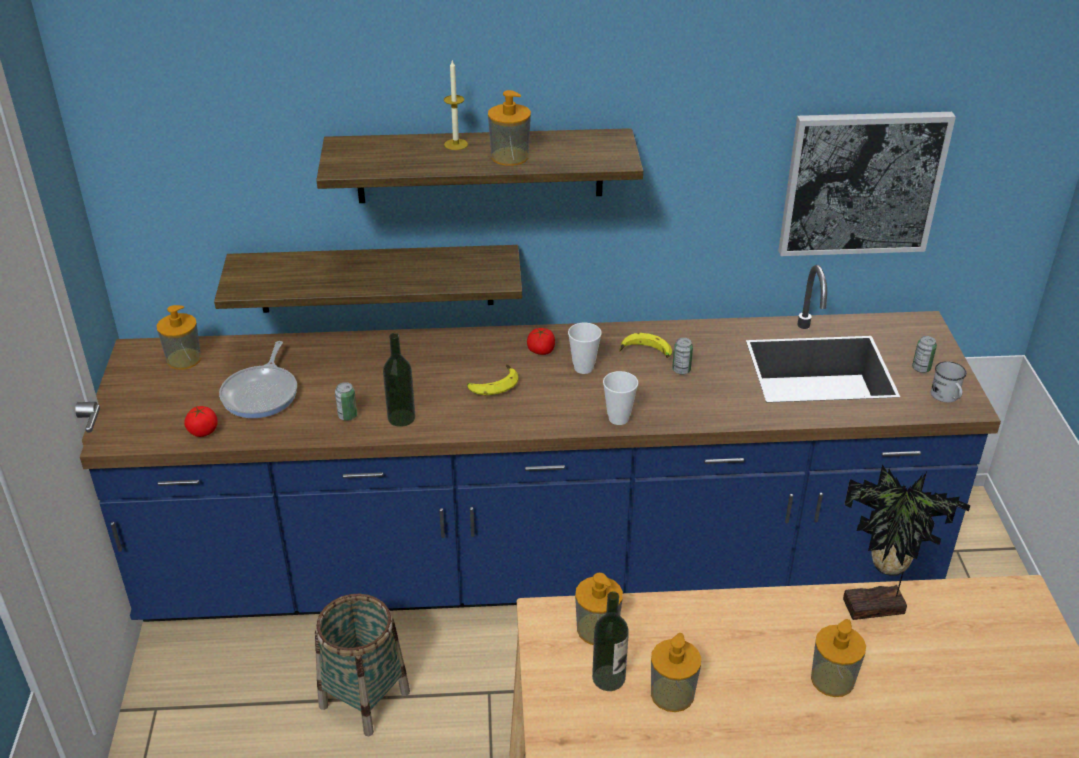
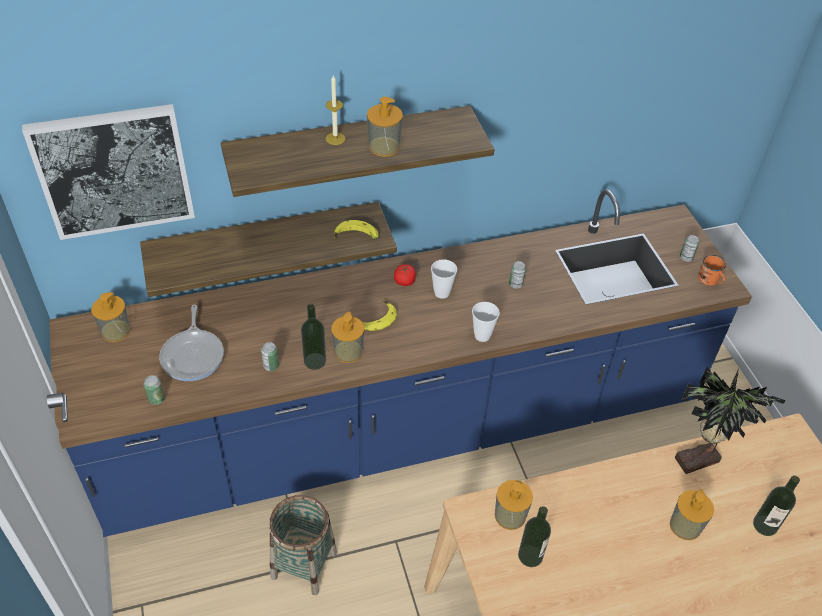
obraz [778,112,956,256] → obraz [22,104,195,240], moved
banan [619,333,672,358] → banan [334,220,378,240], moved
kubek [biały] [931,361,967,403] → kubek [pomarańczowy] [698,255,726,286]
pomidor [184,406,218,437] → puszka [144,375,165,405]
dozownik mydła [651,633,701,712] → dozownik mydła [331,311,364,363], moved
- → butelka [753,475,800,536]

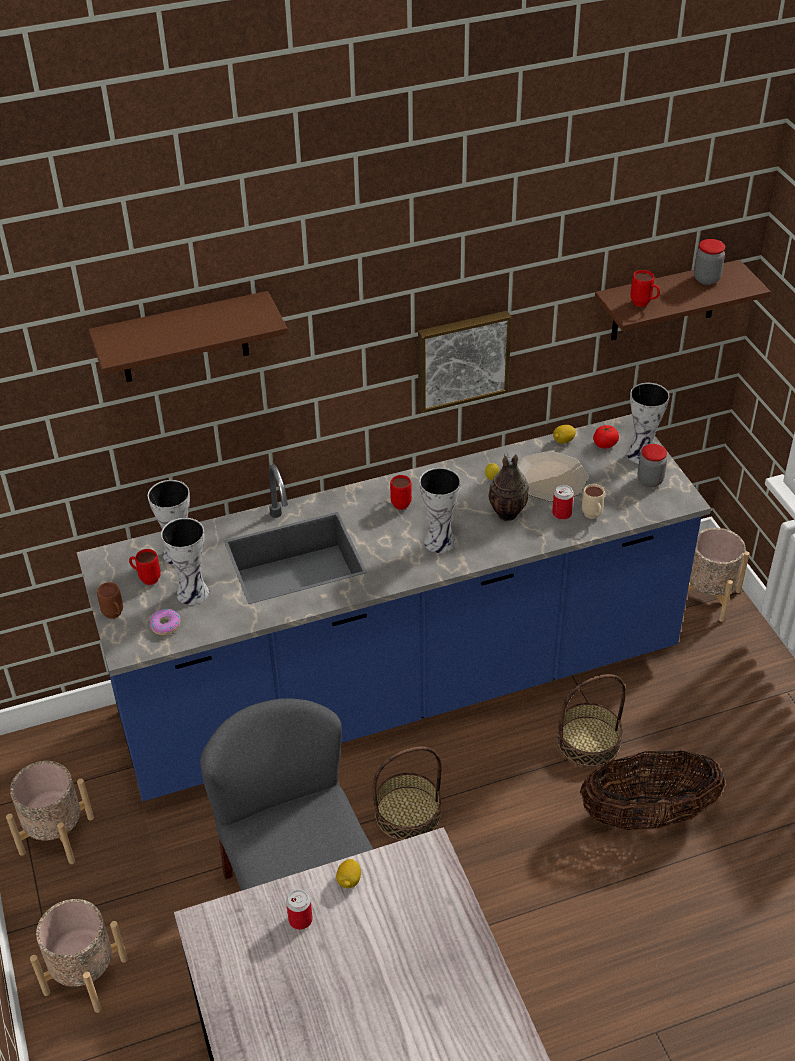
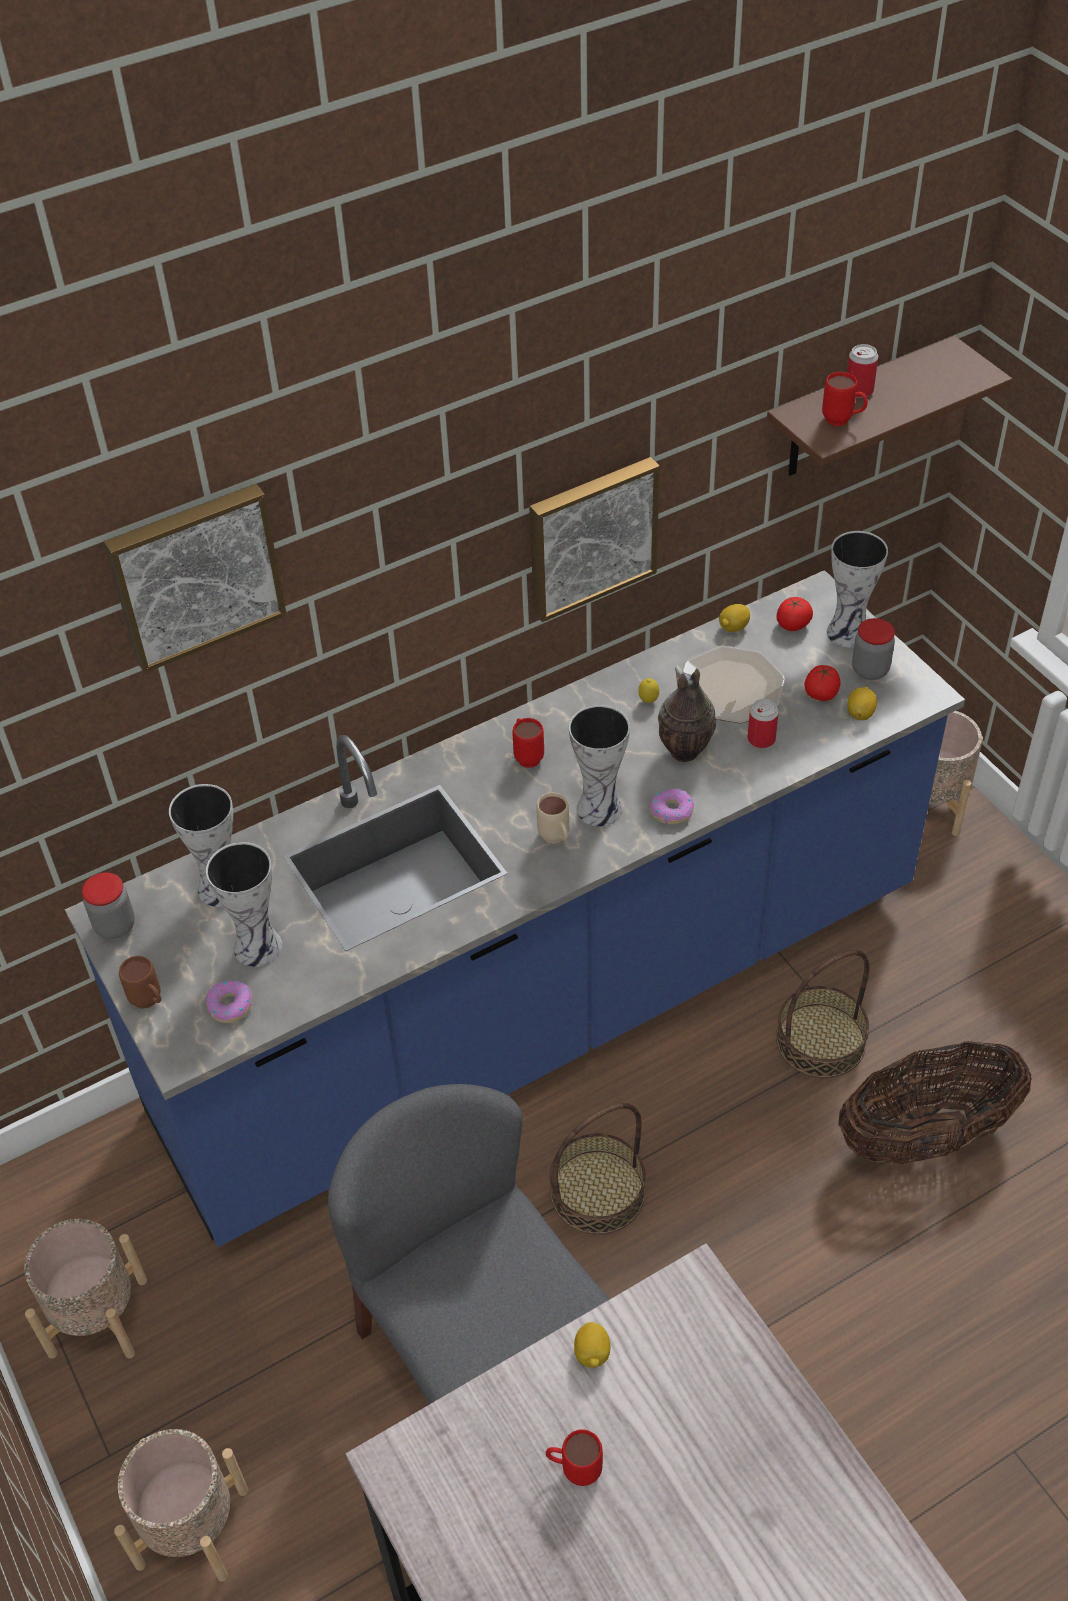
słoik [694,239,725,285] → słoik [82,872,135,939], moved
półka [brązowy] [88,291,288,382] → obraz [104,484,287,673]
kubek [beżowy] [582,484,605,519] → kubek [beżowy] [536,793,569,844], moved
kubek [czerwony] [129,549,161,585] → kubek [czerwony] [545,1429,603,1486], moved
puszka [286,889,313,930] → puszka [847,344,878,398], moved
- → pomidor [805,665,840,701]
- → cytryna [847,687,877,720]
- → donut [650,788,694,825]

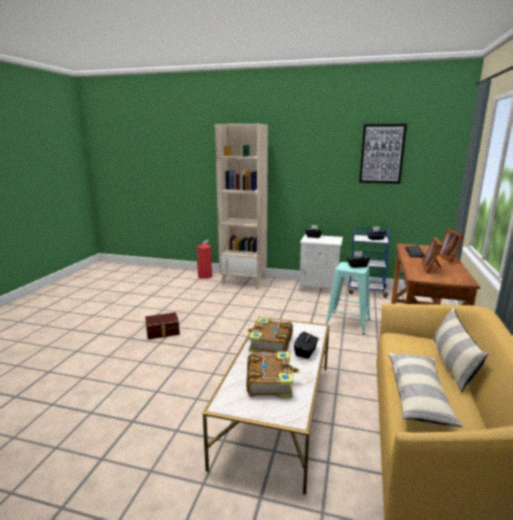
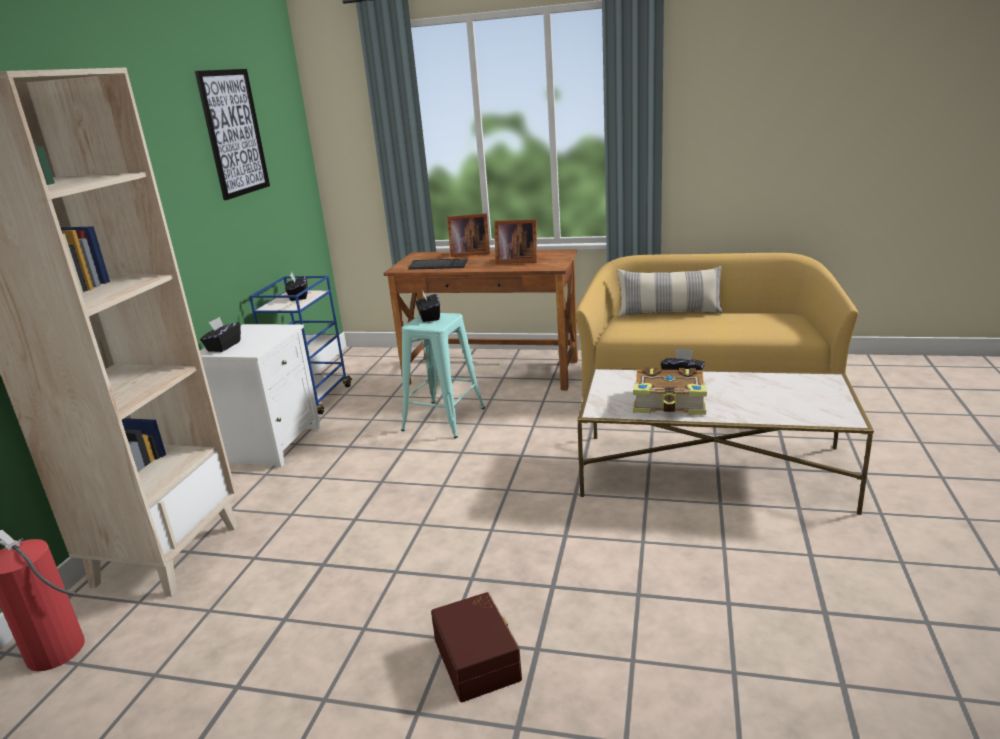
książka [247,352,300,398] → -
poduszka [388,353,463,427] → -

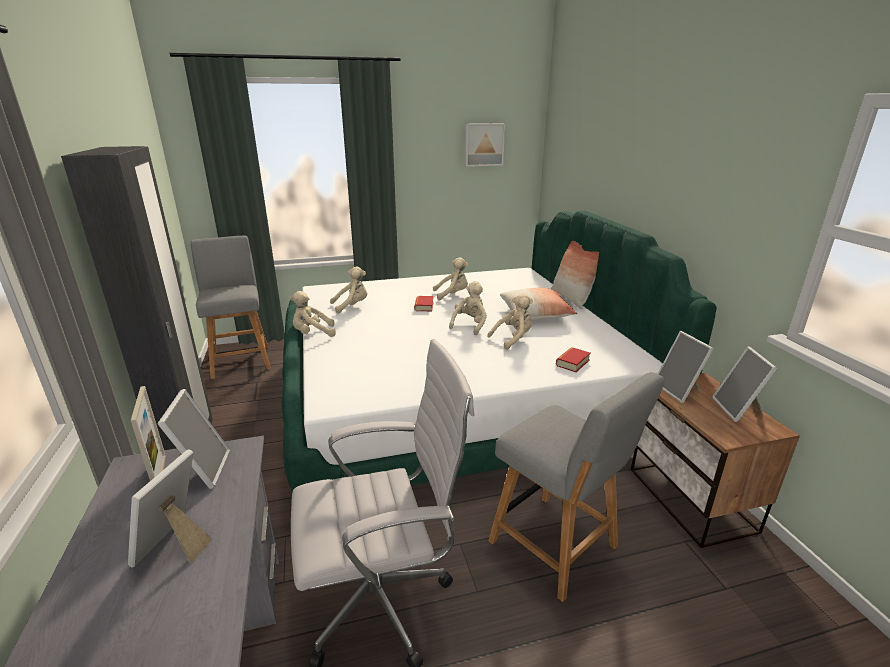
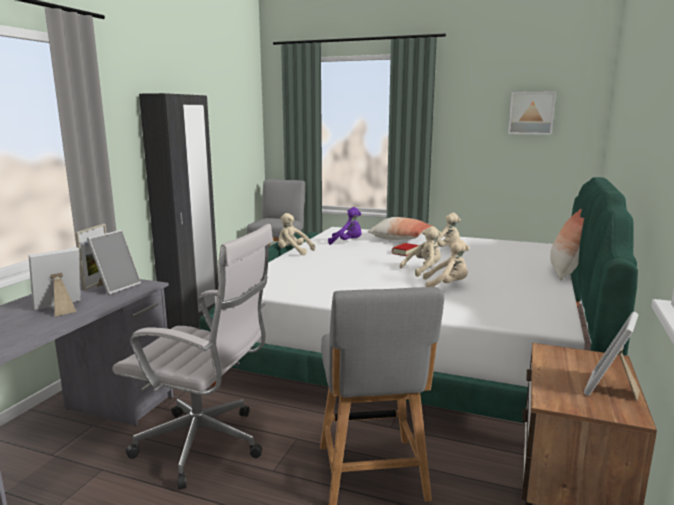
pluszak [beżowy] [330,266,367,314] → pluszak [fioletowy] [328,207,362,245]
poduszka [500,288,577,321] → poduszka [368,217,432,240], moved
ramka na zdjęcie [657,331,714,403] → -
książka [556,347,591,372] → -

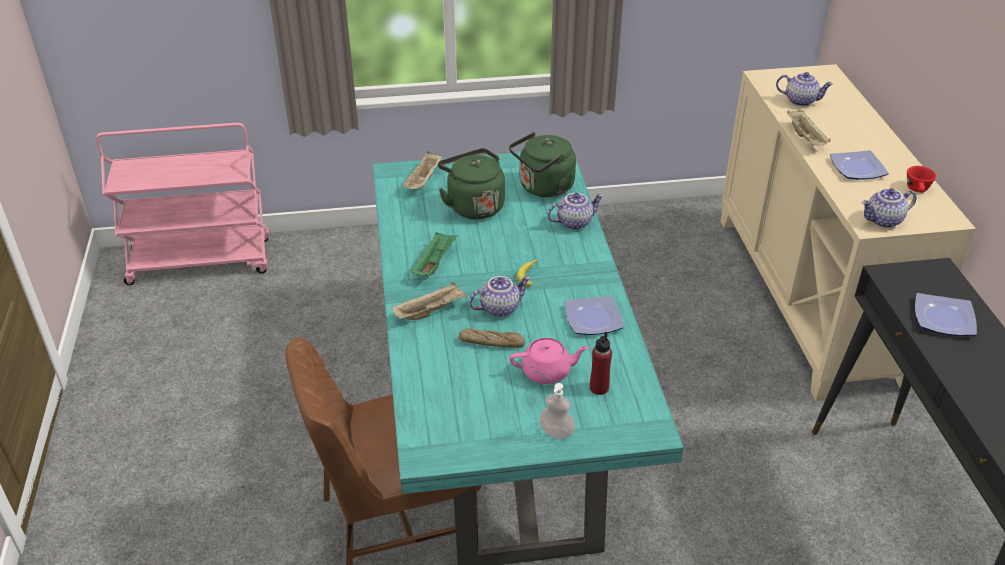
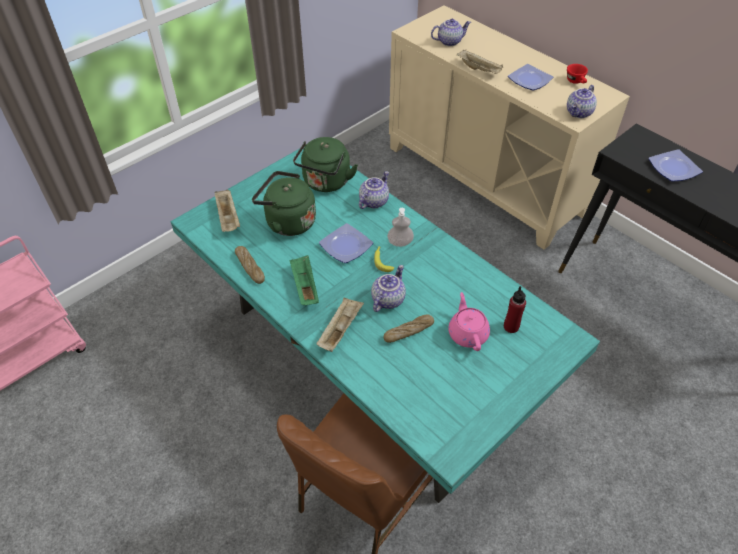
talerz [564,296,624,335] → talerz [319,223,373,263], moved
imbryk [różowy] [509,338,589,384] → imbryk [różowy] [448,292,490,351], 60 degrees counterclockwise
dozownik mydła [539,383,575,439] → dozownik mydła [387,208,414,247], moved
- → chleb [235,246,265,284]

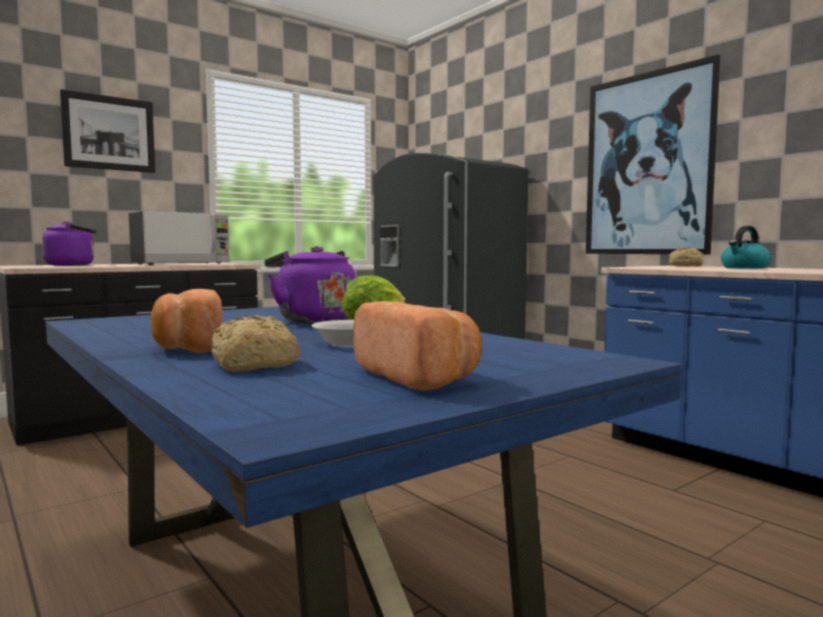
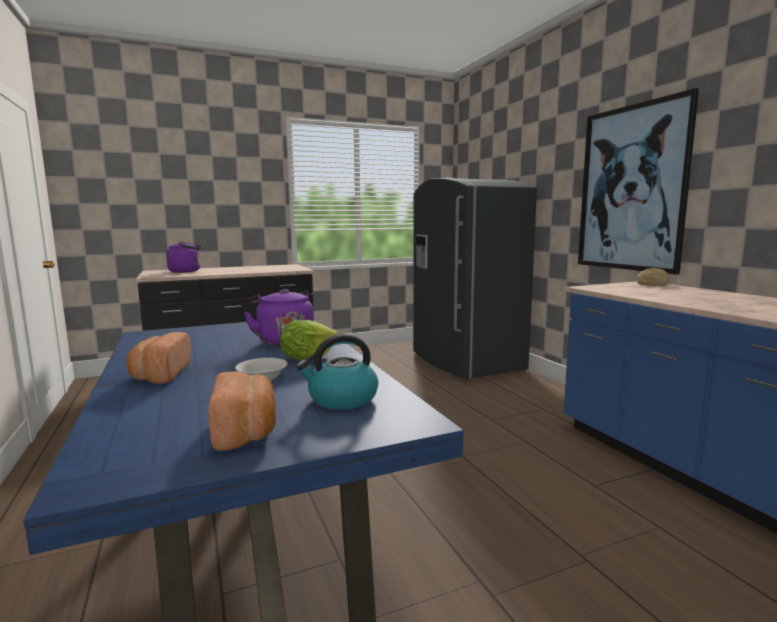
obraz [60,89,155,173] → -
mikrofalówka [129,211,230,265] → -
czajnik [721,226,771,269] → czajnik [296,334,378,410], moved
chleb [211,315,301,372] → -

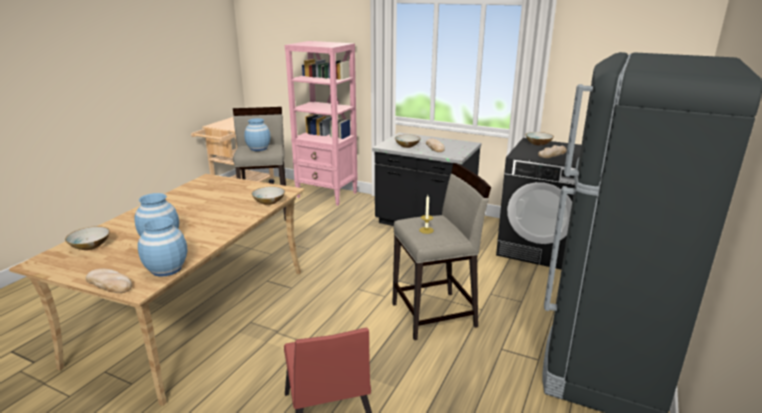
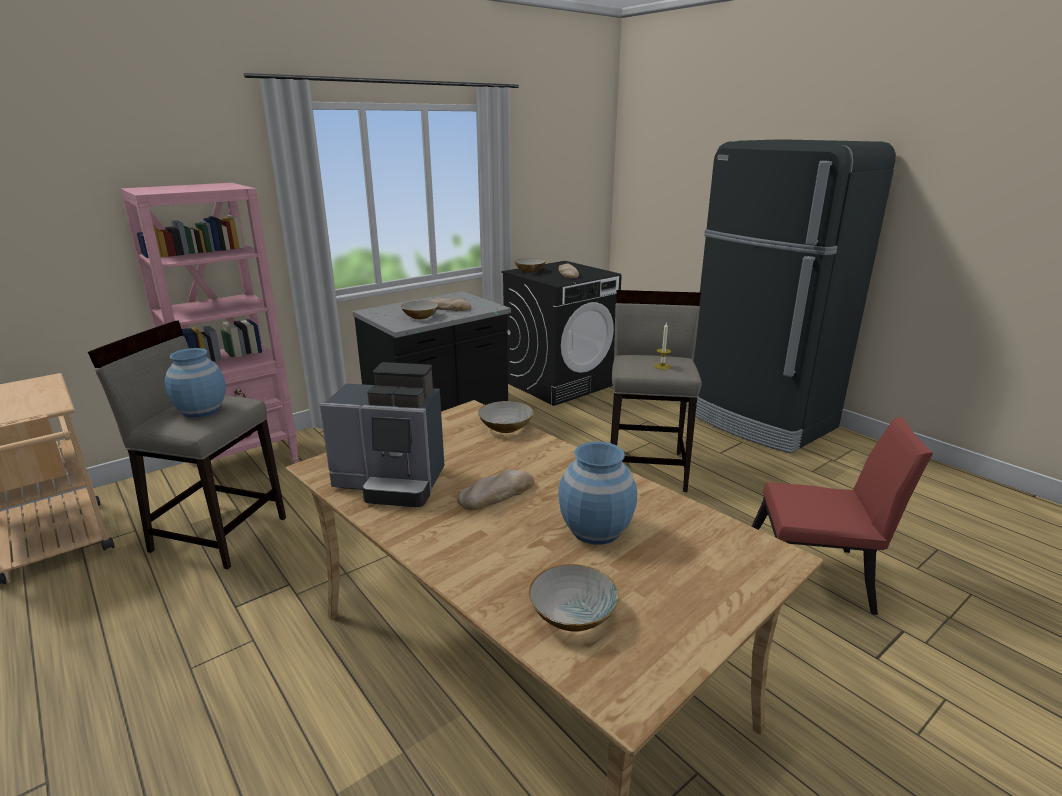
wazon [niebieski] [138,217,187,277] → -
chleb [86,268,132,293] → chleb [457,469,534,510], moved
- → ekspres do kawy [319,362,444,507]

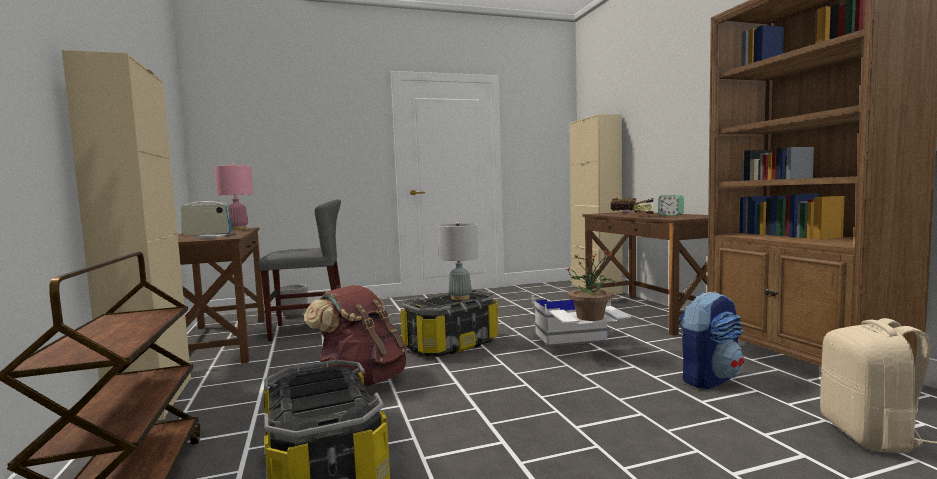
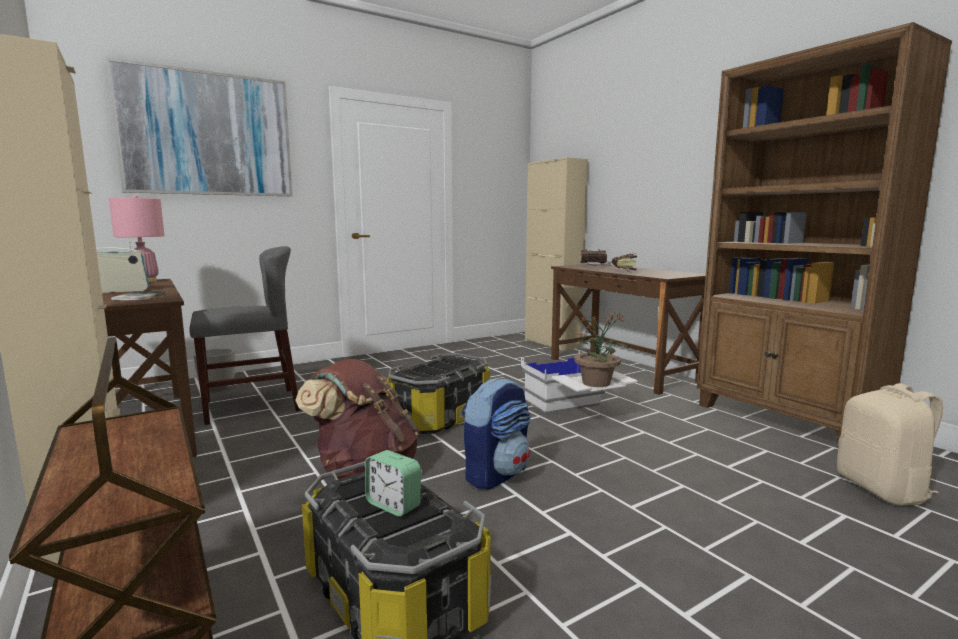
budzik [658,195,684,216] → budzik [365,450,421,516], moved
lampa stołowa [szary] [438,222,478,300] → -
plecak [678,291,744,389] → plecak [462,377,531,489], moved
- → obraz [106,57,293,196]

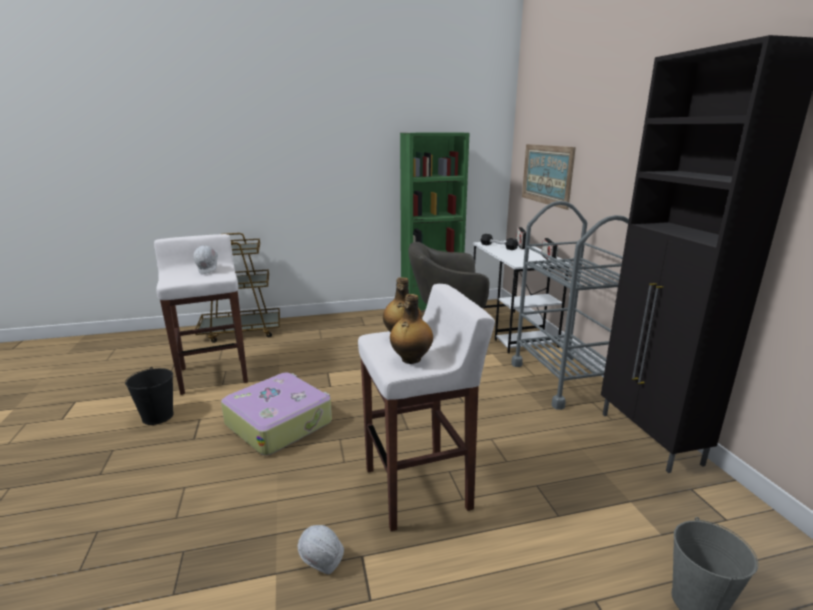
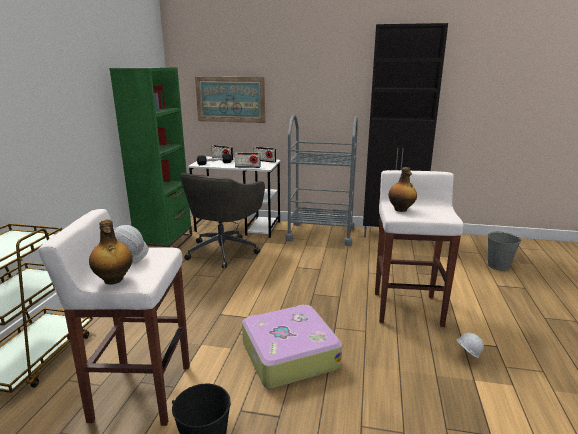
butelka [390,294,433,364] → butelka [89,219,133,285], moved
- → radio [235,153,261,168]

